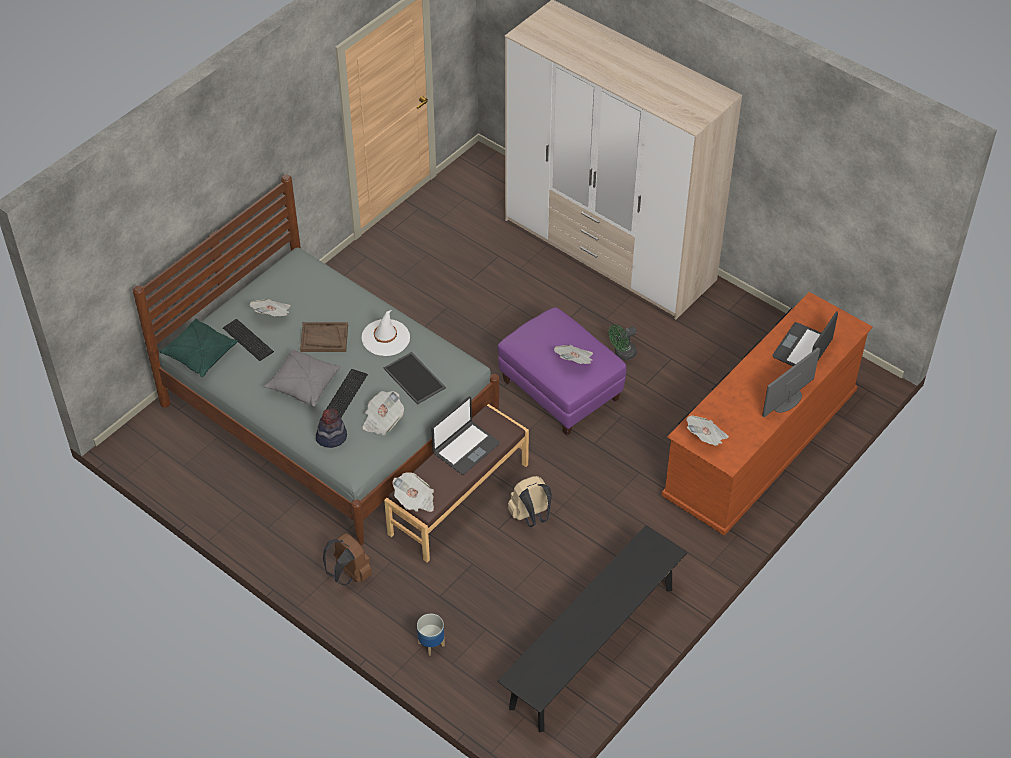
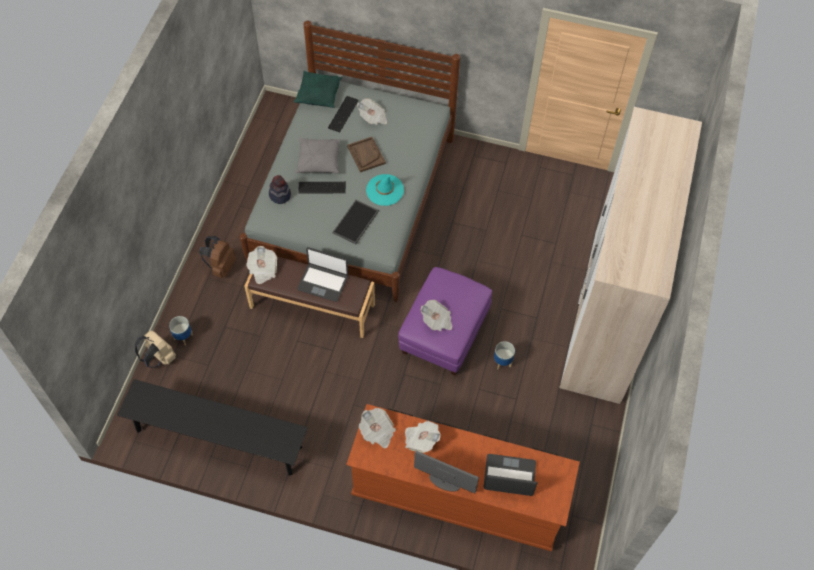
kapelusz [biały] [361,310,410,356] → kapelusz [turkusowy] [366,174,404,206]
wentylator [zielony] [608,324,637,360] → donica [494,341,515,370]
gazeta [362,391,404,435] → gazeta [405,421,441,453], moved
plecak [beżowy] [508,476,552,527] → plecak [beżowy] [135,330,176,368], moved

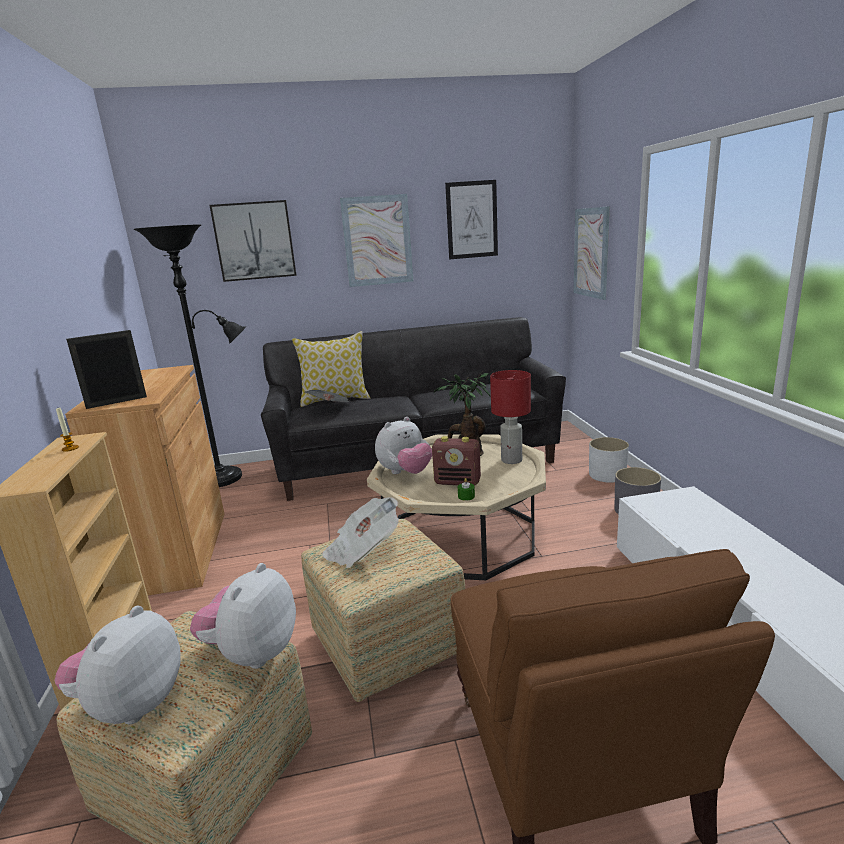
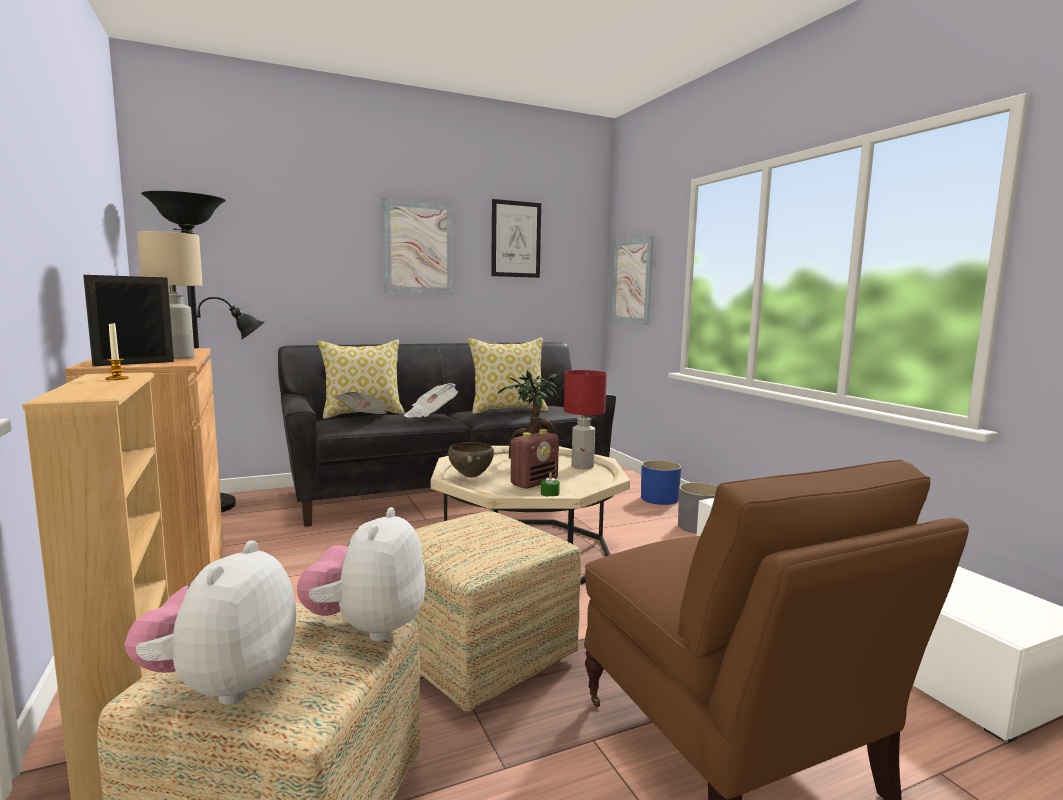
obraz [210,200,296,282] → -
pluszak [375,417,432,474] → miska [brązowy] [448,442,494,477]
radio [432,436,481,486] → radio [510,429,559,489], 45 degrees counterclockwise
donica [biały] [589,437,629,483] → donica [niebieski] [641,460,681,505]
gazeta [322,497,399,568] → gazeta [404,383,458,417], moved
- → lampa stołowa [beżowy] [137,231,203,359]
- → poduszka [468,338,548,414]

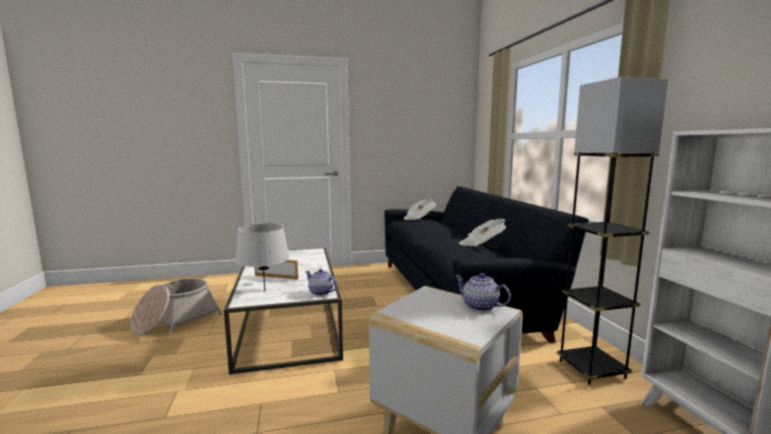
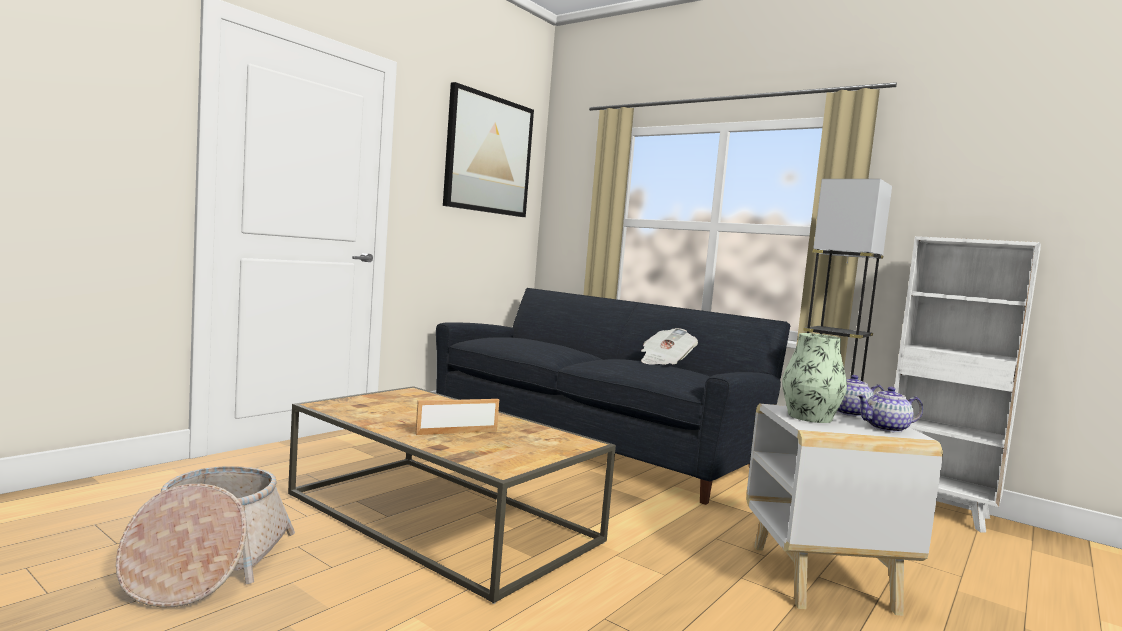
gazeta [404,199,436,220] → -
lampa stołowa [szary] [235,224,290,291] → -
ława [biały] [224,247,343,375] → ława [brązowy] [288,386,616,604]
imbryk [305,269,338,296] → imbryk [856,387,923,433], moved
- → obraz [443,82,534,217]
- → wazon [782,333,847,423]

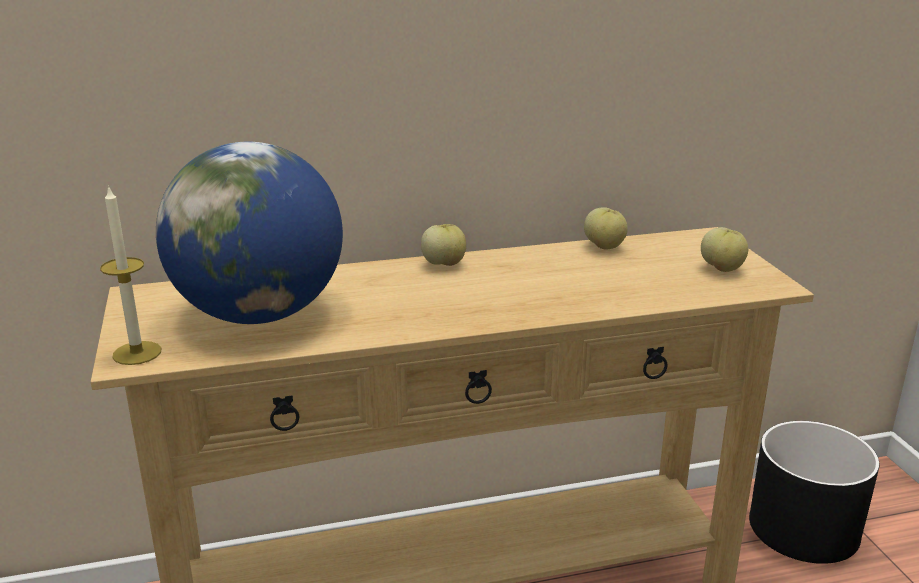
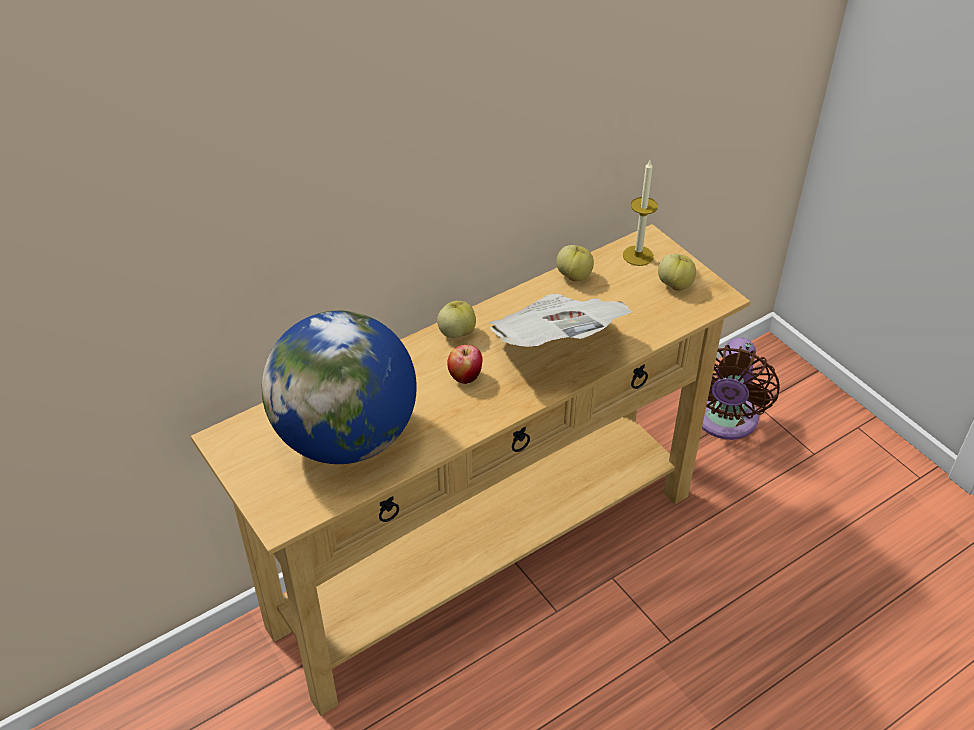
świeca [100,185,161,365] → świeca [623,160,658,266], moved
donica [czarny] [749,421,880,564] → wentylator [brązowy] [702,337,780,440]
- → gazeta [489,294,632,347]
- → jabłko [447,345,483,384]

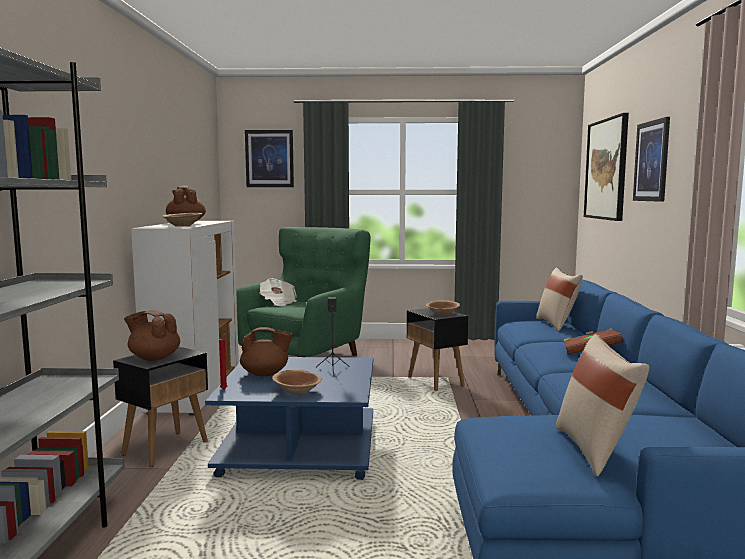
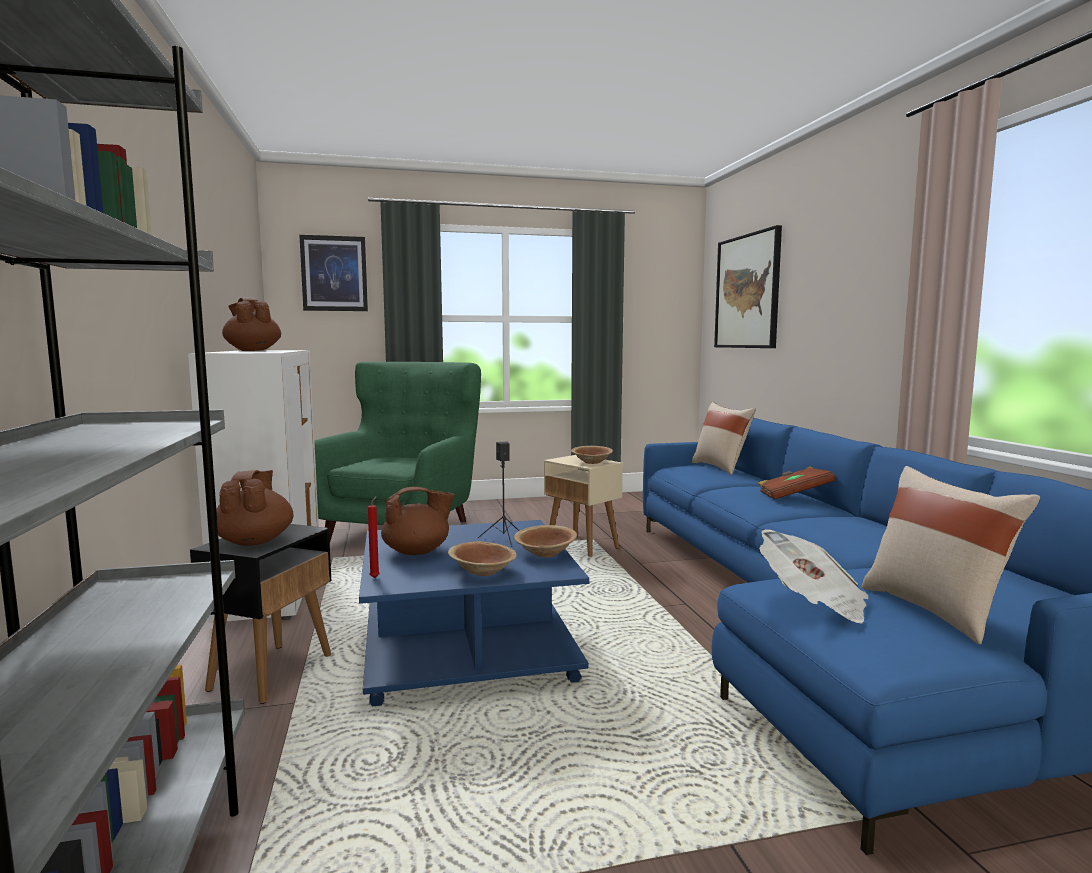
obraz [633,117,670,202] → -
miska [brązowy] [162,213,203,226] → miska [brązowy] [514,525,577,557], moved
gazeta [260,278,297,306] → gazeta [759,529,869,624], moved
stolik [czarny] [407,308,468,391] → stolik [beżowy] [544,455,623,557]
imbryk [brązowy] [124,310,180,361] → imbryk [brązowy] [216,470,294,546], 75 degrees clockwise

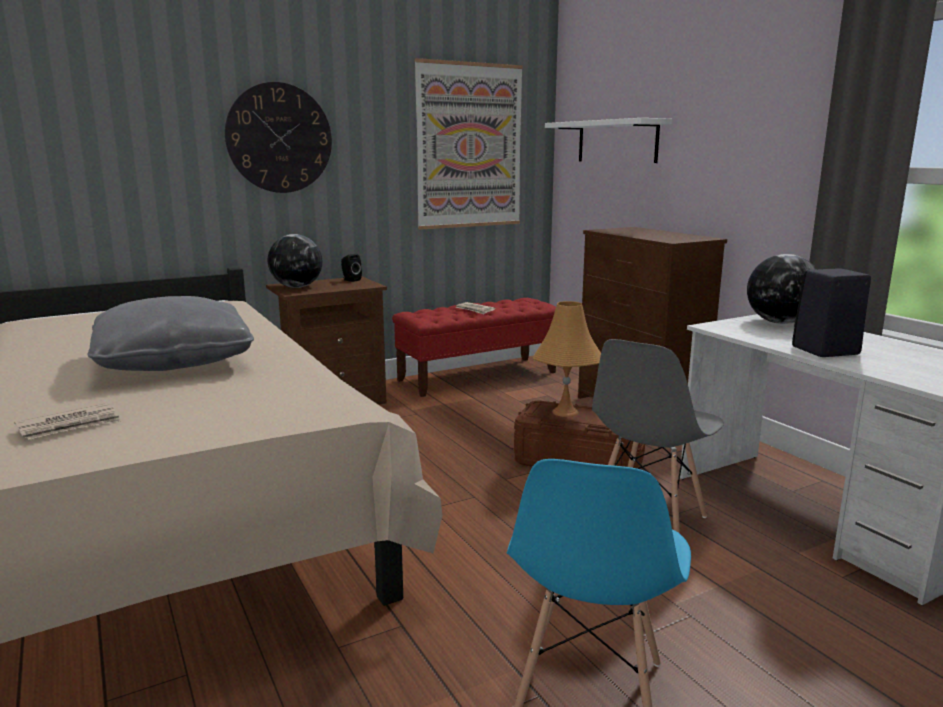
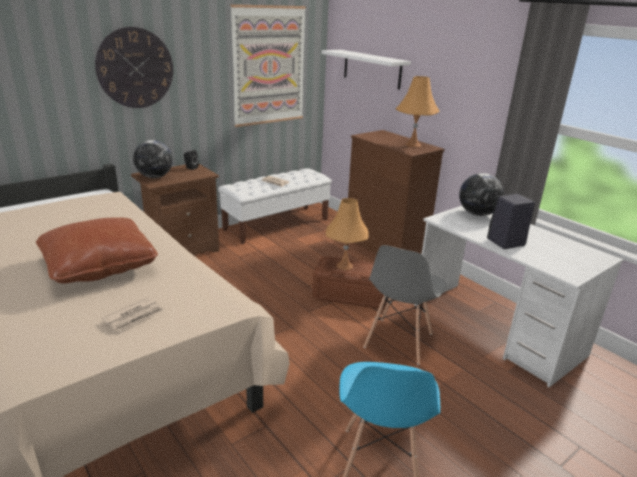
poduszka [szary] [87,296,254,371] → poduszka [brązowy] [36,217,158,284]
ławka [czerwony] [392,298,556,397] → ławka [biały] [218,168,332,244]
gazeta [14,403,123,440] → gazeta [102,298,164,331], moved
- → lampa stołowa [pomarańczowy] [396,76,439,147]

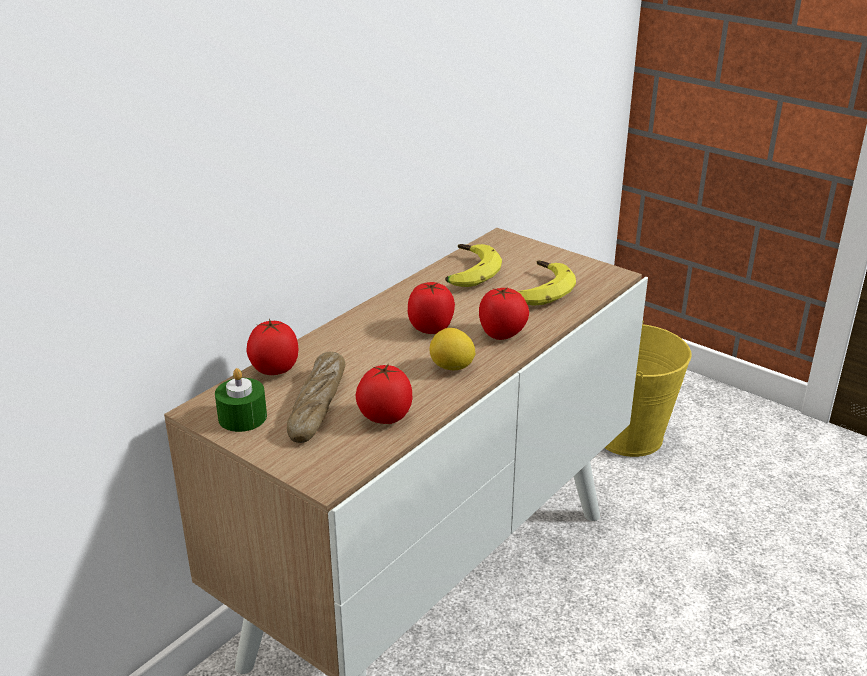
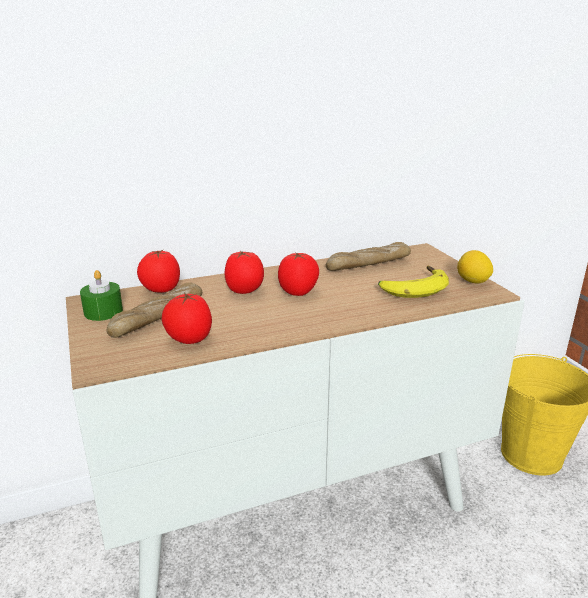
banan [445,244,502,287] → chleb [326,242,411,271]
pomidor [479,288,529,340] → pomidor [224,250,264,294], moved
cytryna [429,328,476,370] → cytryna [457,250,493,283], moved

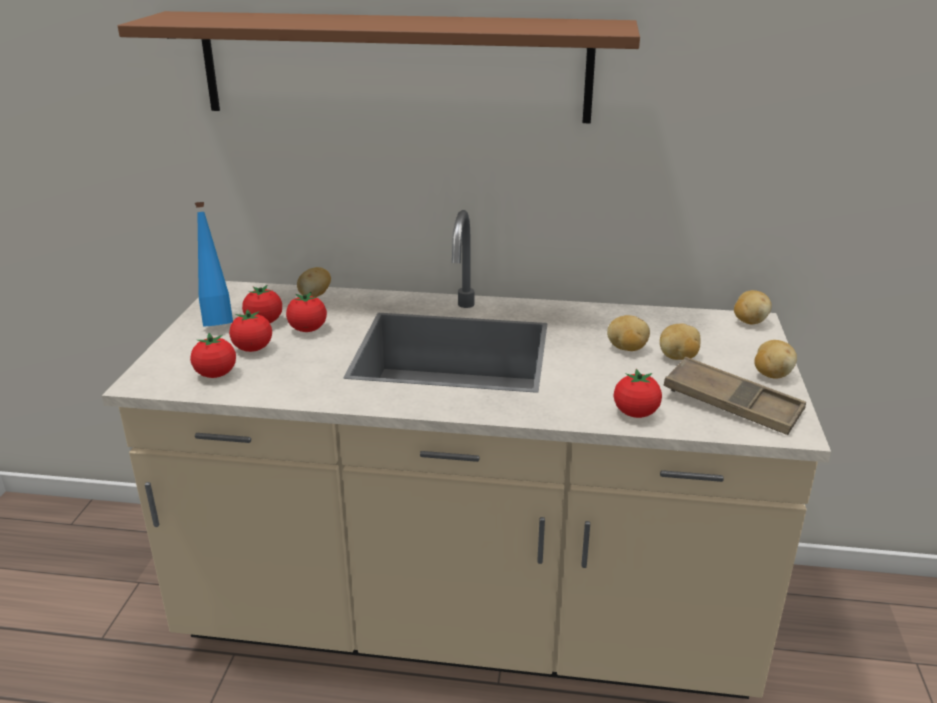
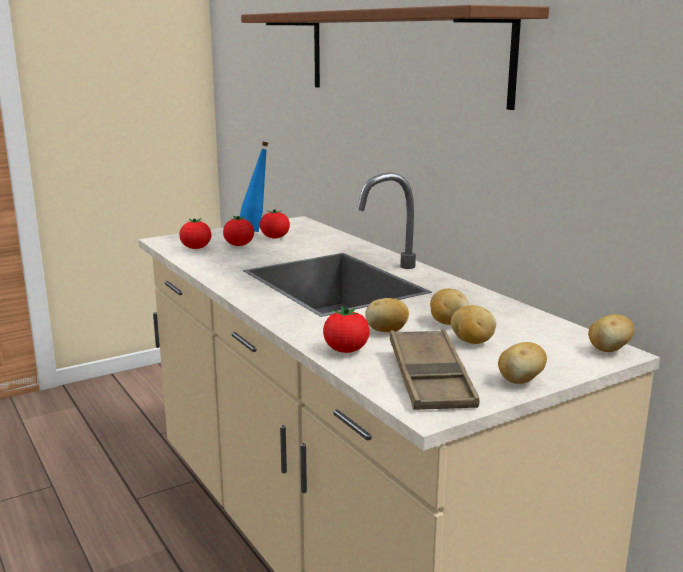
ziemniak [297,267,331,297] → ziemniak [365,298,409,332], moved
pomidor [286,292,327,332] → -

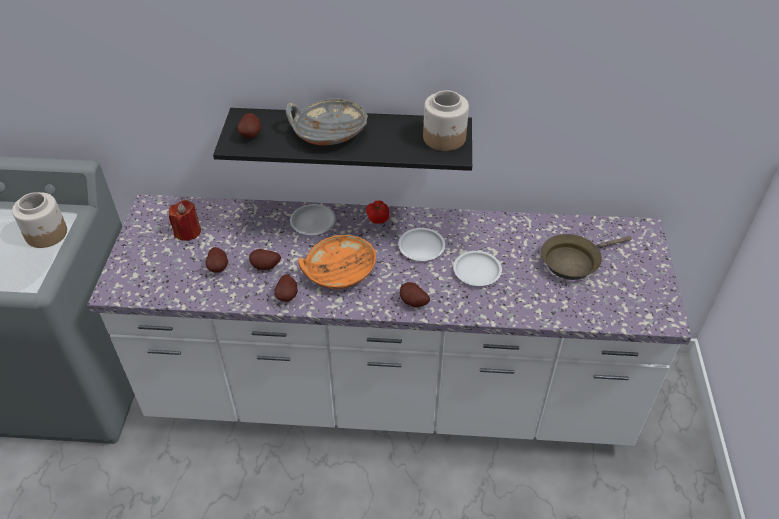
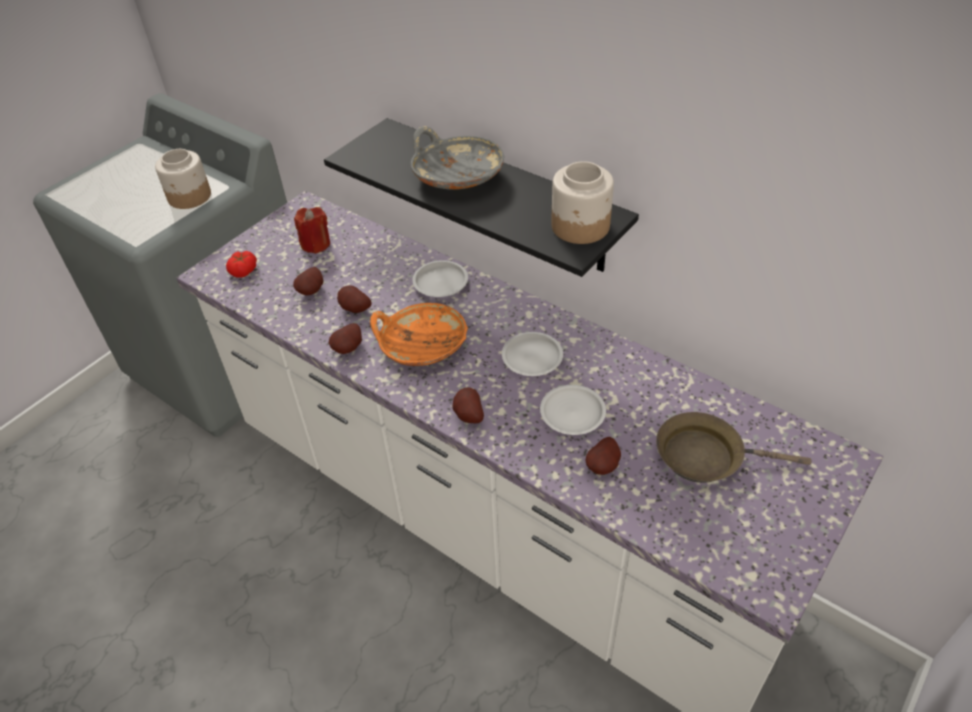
ziemniak [237,113,261,138] → ziemniak [586,437,621,475], moved
pomidor [366,200,389,224] → pomidor [226,251,257,278], moved

